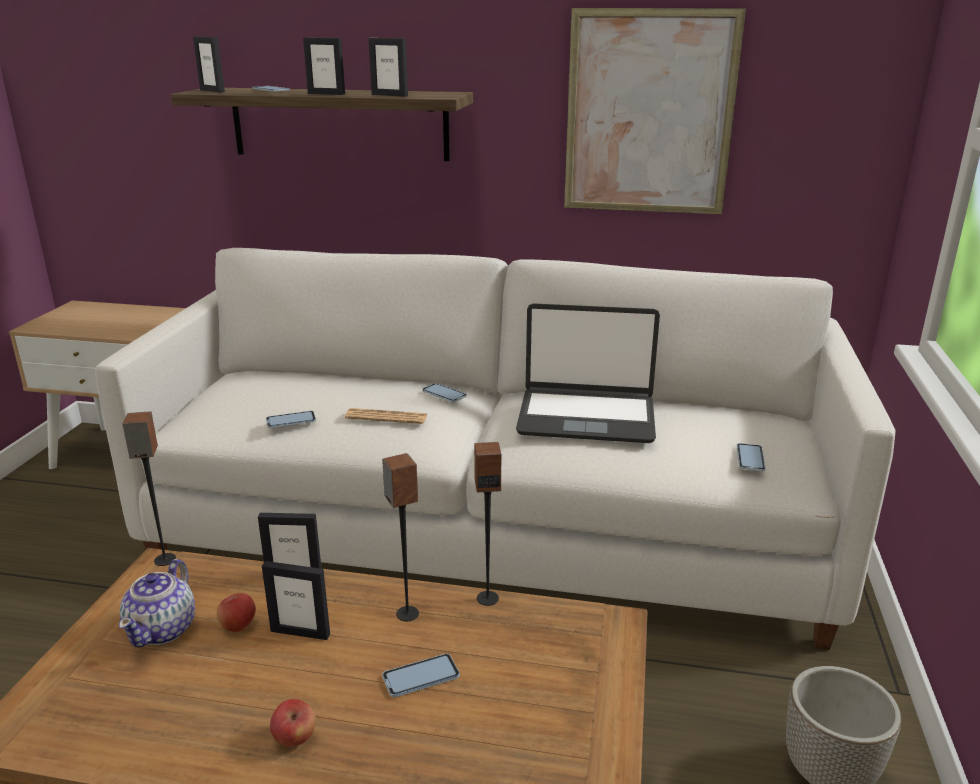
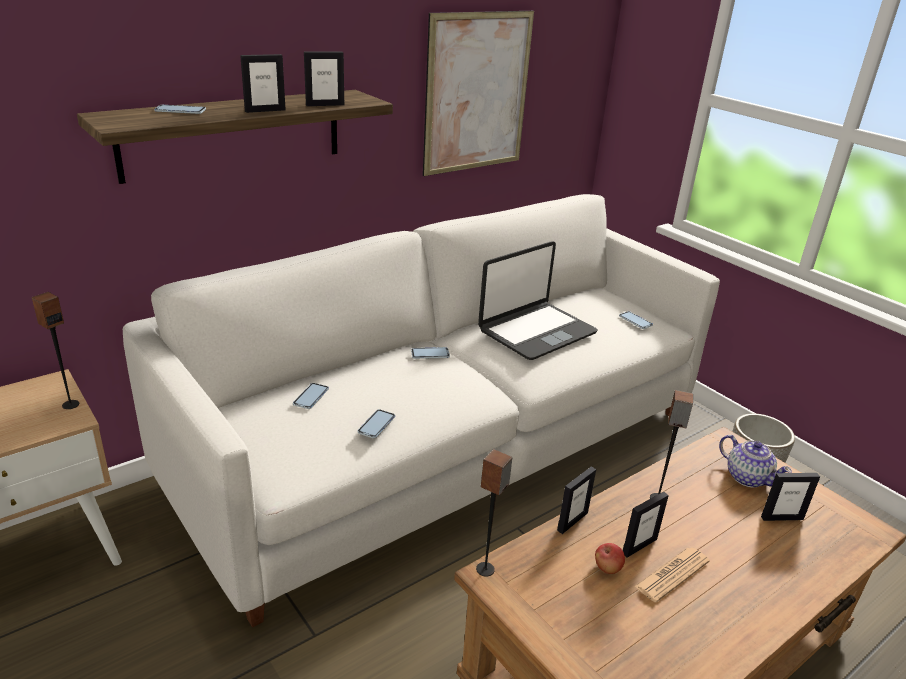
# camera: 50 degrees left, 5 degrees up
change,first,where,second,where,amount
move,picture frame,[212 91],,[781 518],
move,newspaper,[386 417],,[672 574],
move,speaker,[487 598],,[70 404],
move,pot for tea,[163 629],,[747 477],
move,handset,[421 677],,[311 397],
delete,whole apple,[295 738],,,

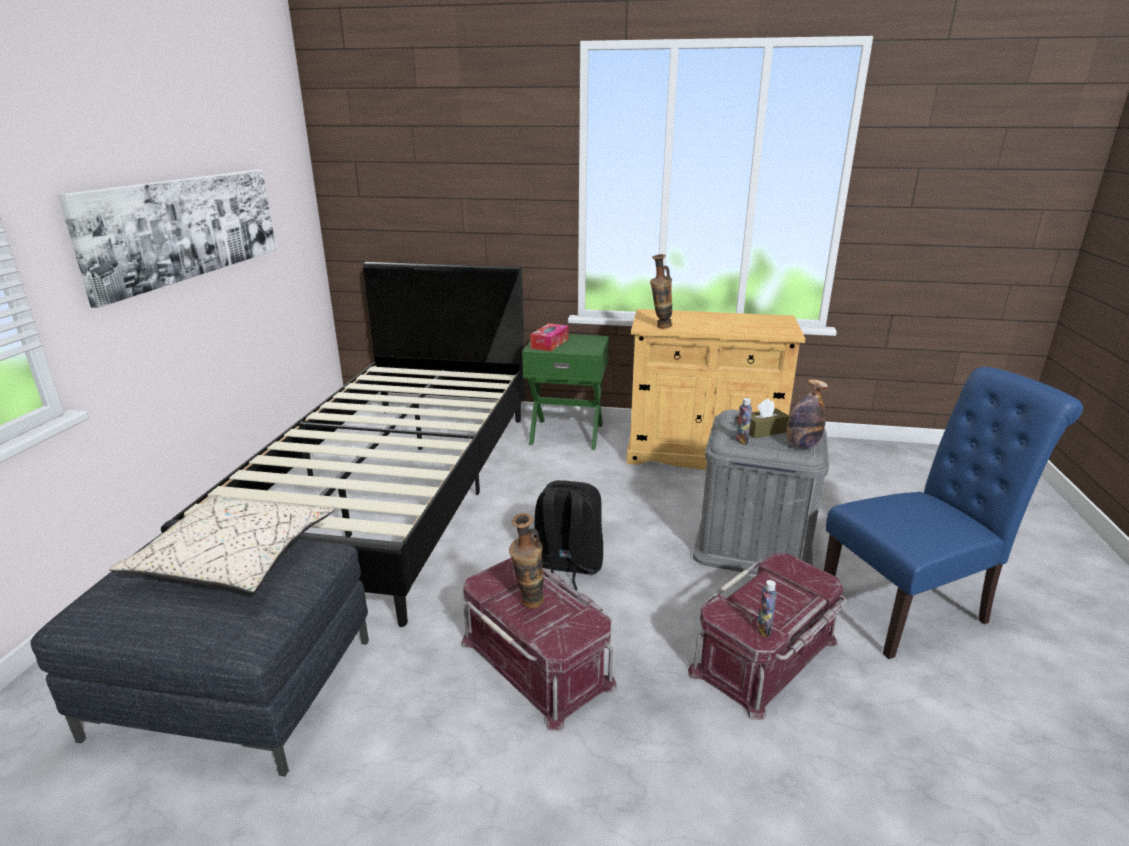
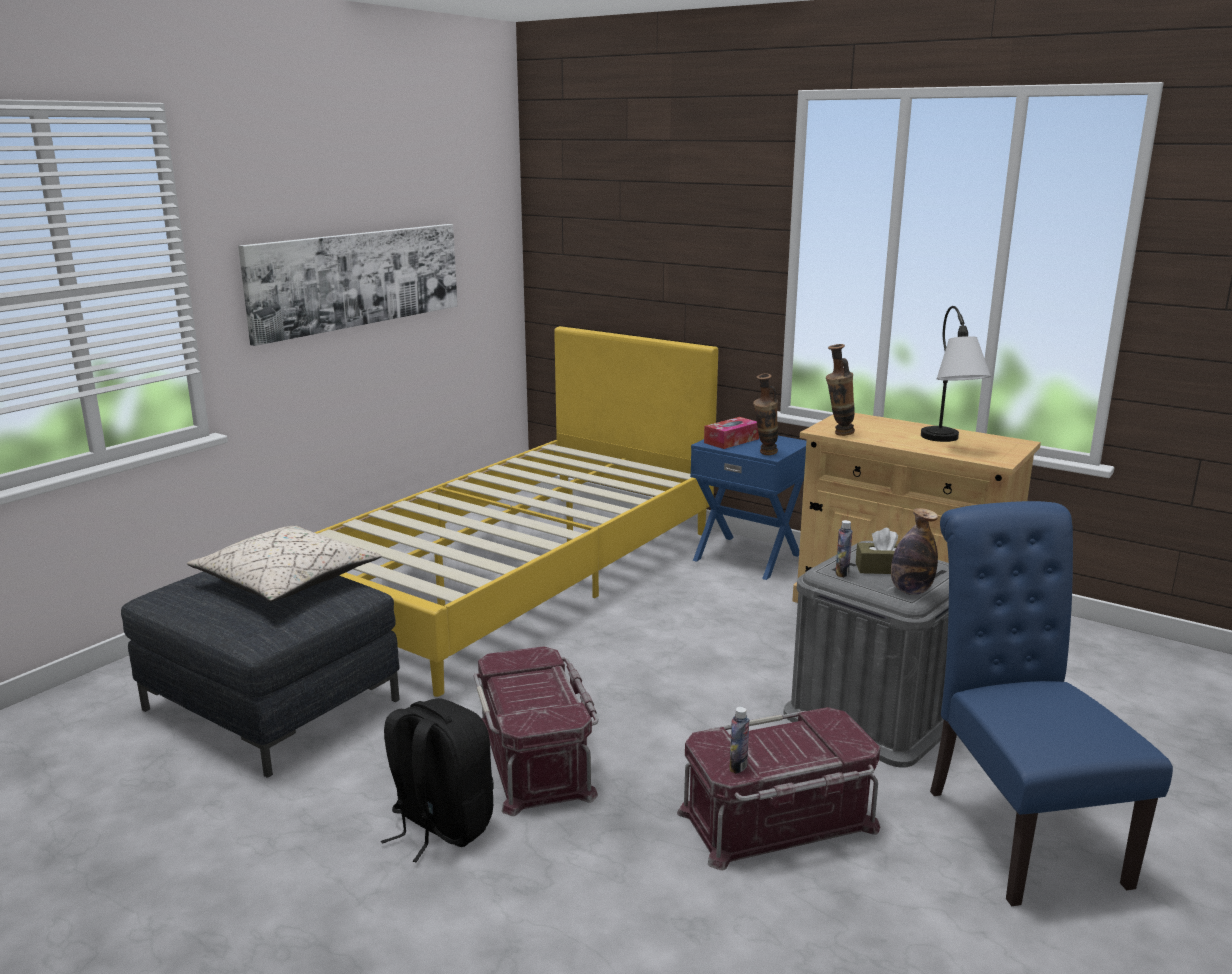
# camera: 25 degrees right, 5 degrees down
change,first,where,second,where,amount
recolor,sleeping bed in blackish,[393 488],sleeping bed in yellow-coloured,[516 576],
recolor,nightstand in greenish,[567 433],nightstand in blue,[748 556],
rotate,plain chair in blue,[912 608],,[1015 828],105 degrees counterclockwise
move,backpack in blackish,[567 566],,[440 826],
move,decorative vase,[529 606],,[764 454],
insert,,,lamp for a table,[948 443],

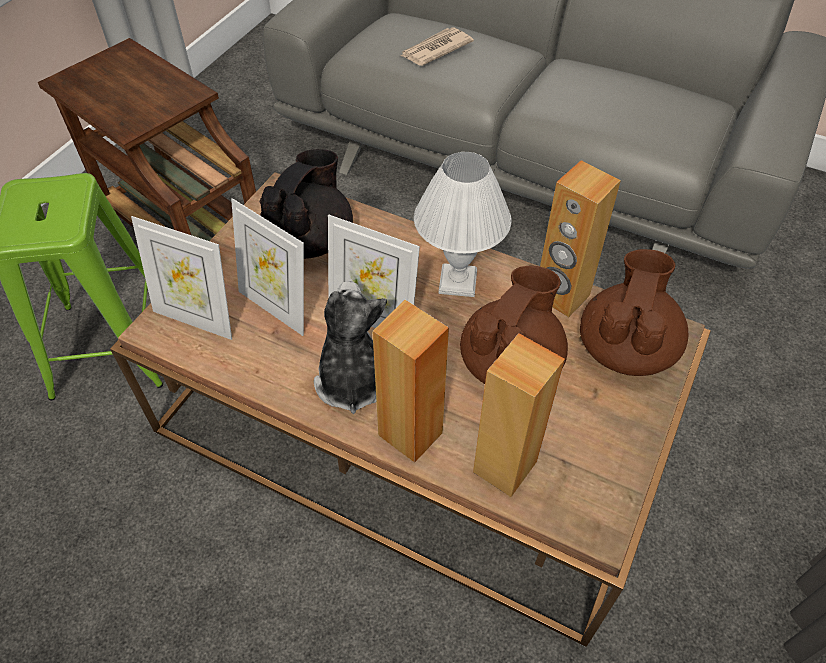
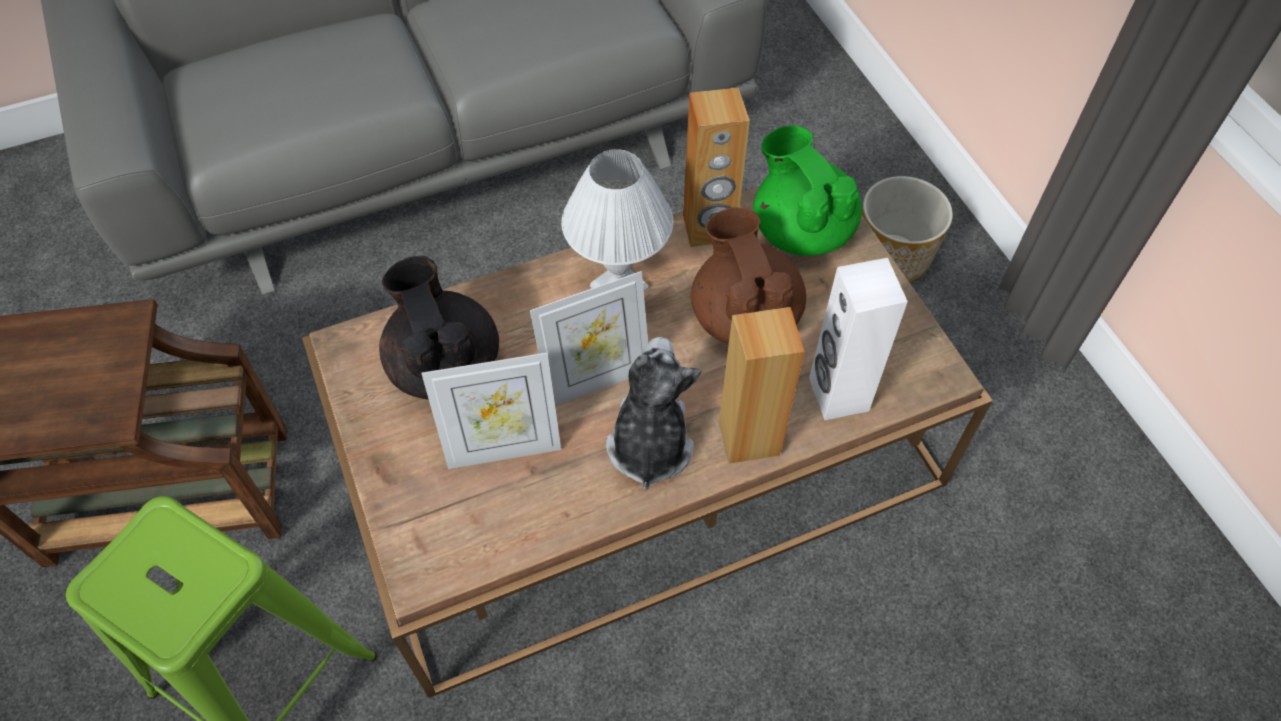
# camera: 50 degrees left, 5 degrees up
change,first,where,second,where,amount
delete,newspaper,[435 49],,,
delete,picture frame,[197 318],,,
recolor,pot for tea in brownish,[625 348],pot for tea in greenish,[801 229],
rotate,plush toy,[351 379],,[649 443],60 degrees clockwise
recolor,speaker in brownish,[504 466],speaker in white,[837 394],
insert,,,plant pot,[893 256],

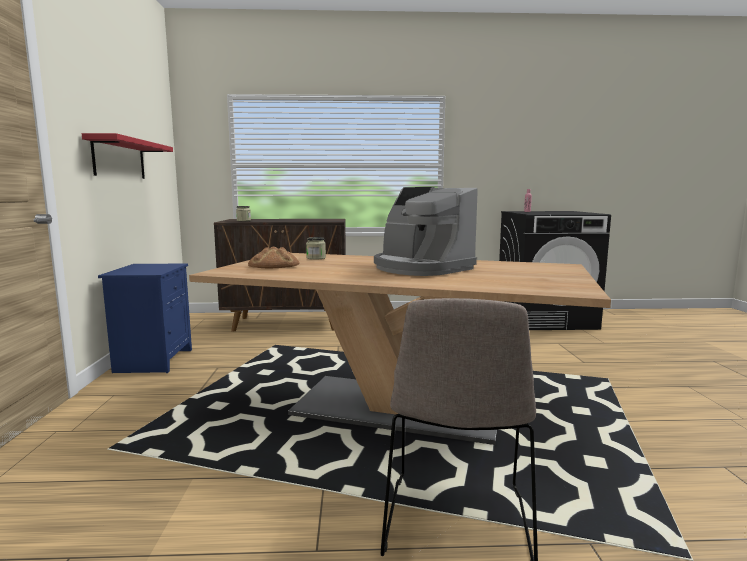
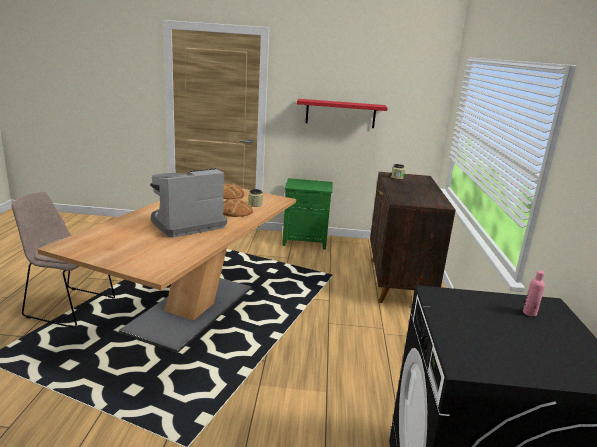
# camera: 95 degrees right, 10 degrees up
change,first,where,second,where,amount
recolor,nightstand in blue,[153 360],nightstand in greenish,[305 241],
insert,,,bakery bread,[235 211],

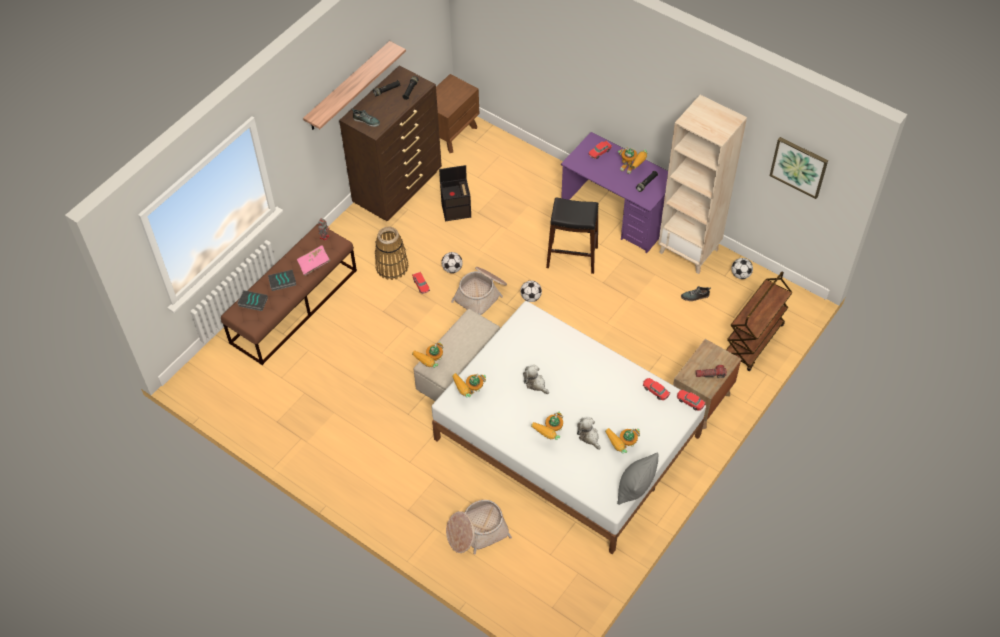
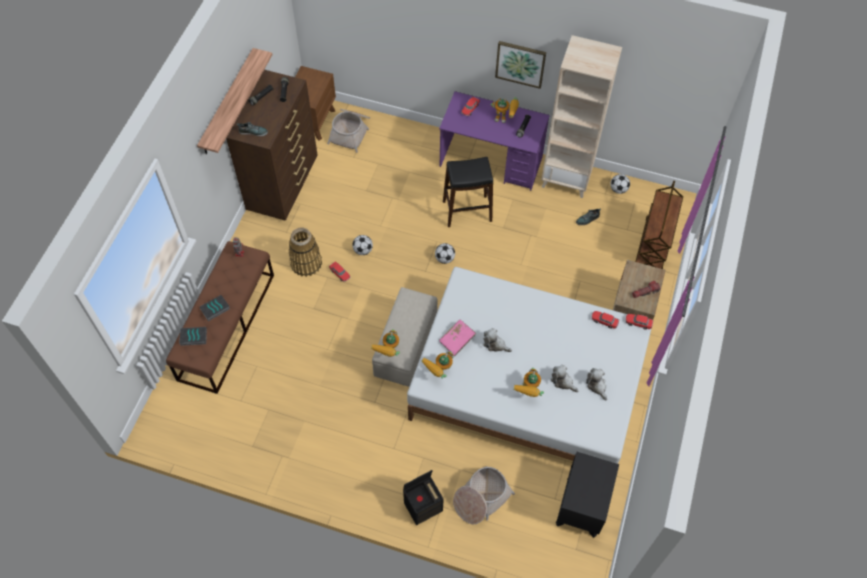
# camera: 20 degrees left, 5 degrees up
change,first,where,second,where,amount
move,wall picture,[799 166],,[520 63],
move,storage container in blackish,[457 210],,[423 506],
move,volume in pink,[314 264],,[457 340],
move,basket,[481 295],,[350 132],
replace,model robot,[621 450],plush toy,[597 386],
delete,throw pillow in greyish,[635 489],,,
insert,,,nightstand in blackish,[581 507],

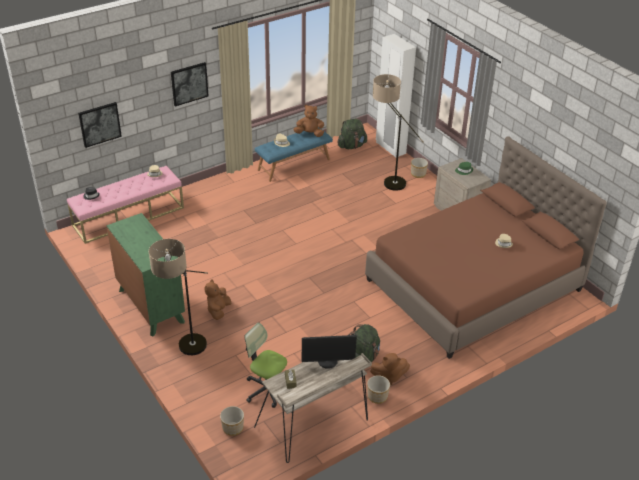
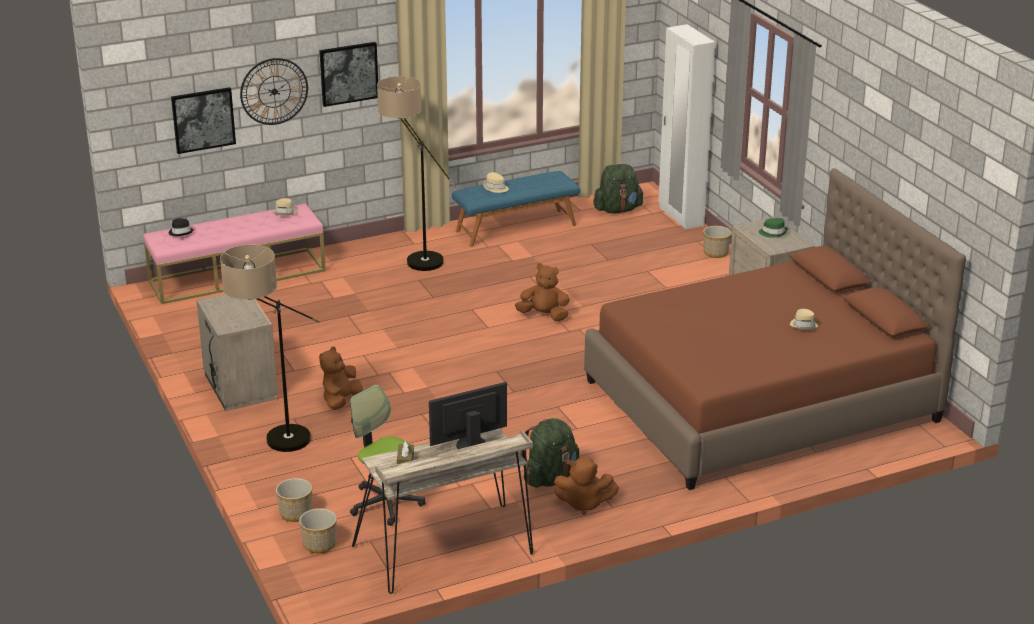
# camera: 10 degrees right, 10 degrees down
change,first,where,second,where,amount
move,standard lamp,[386 181],,[414 258],
move,plush toy in brownish,[309 134],,[544 315],
replace,dresser in greenish,[151 306],nightstand in beige-coloured,[239 387],
rotate,computer screen,[328 362],,[470 444],150 degrees clockwise
move,plant pot,[377 396],,[295 513],
insert,,,clock on the wall,[274 91],

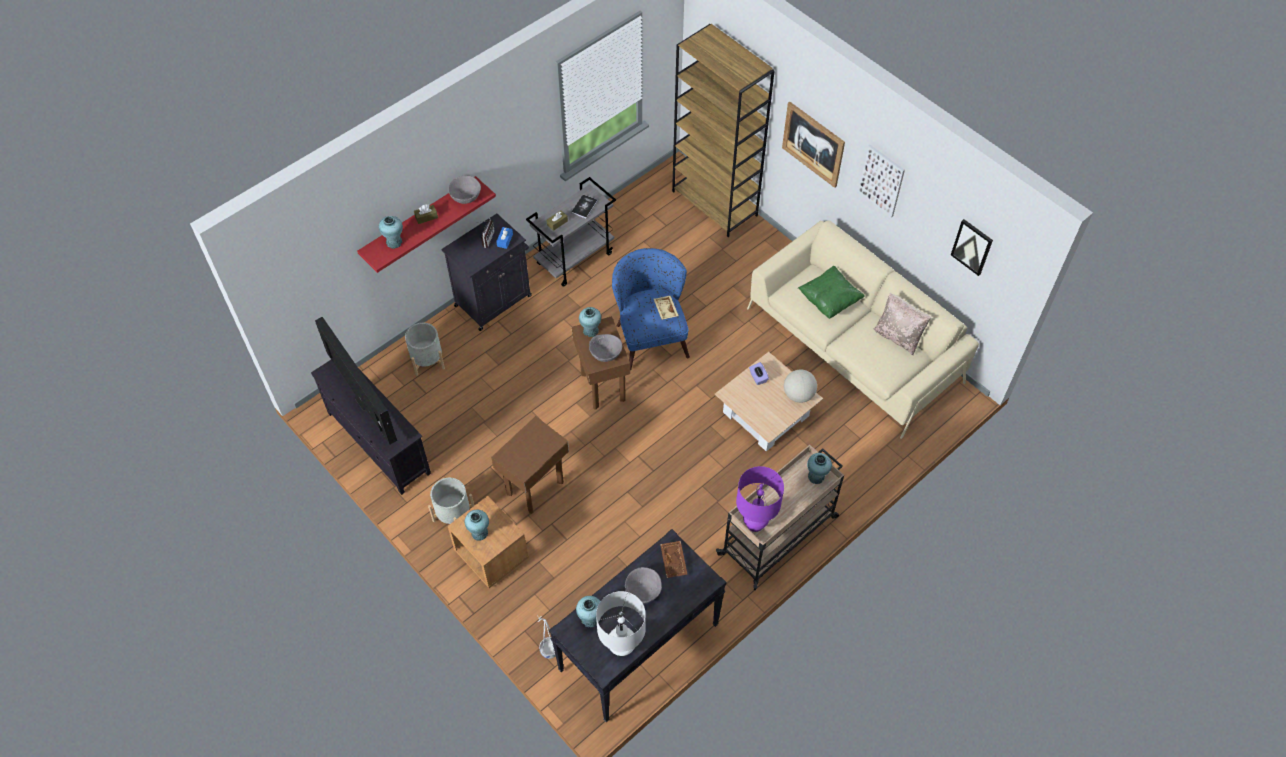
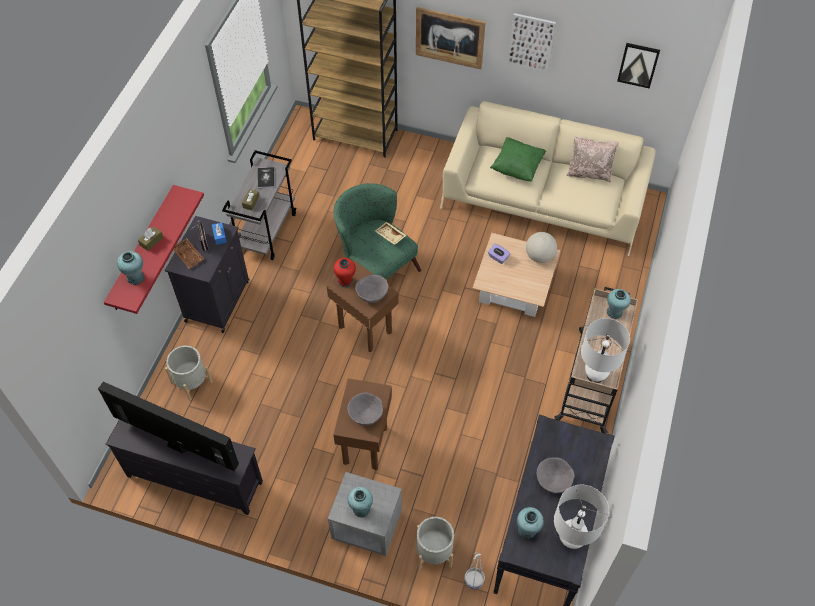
# camera: 30 degrees left, 0 degrees up
change,first,where,second,where,amount
move,bowl in greyish,[465 196],,[365 415],
recolor,lounge chair in blue,[650 334],lounge chair in greenish,[375 266],
recolor,decorative vase in turquoise,[591 331],decorative vase in reddish,[345 281],
recolor,lamp for a table in purple,[755 524],lamp for a table in white,[595 376],
move,plant pot in greyish,[454 515],,[434 552],
recolor,nightstand in brownish,[491 555],nightstand in greyish,[366 525],
move,carrying tray in brownish,[674 561],,[189 255],

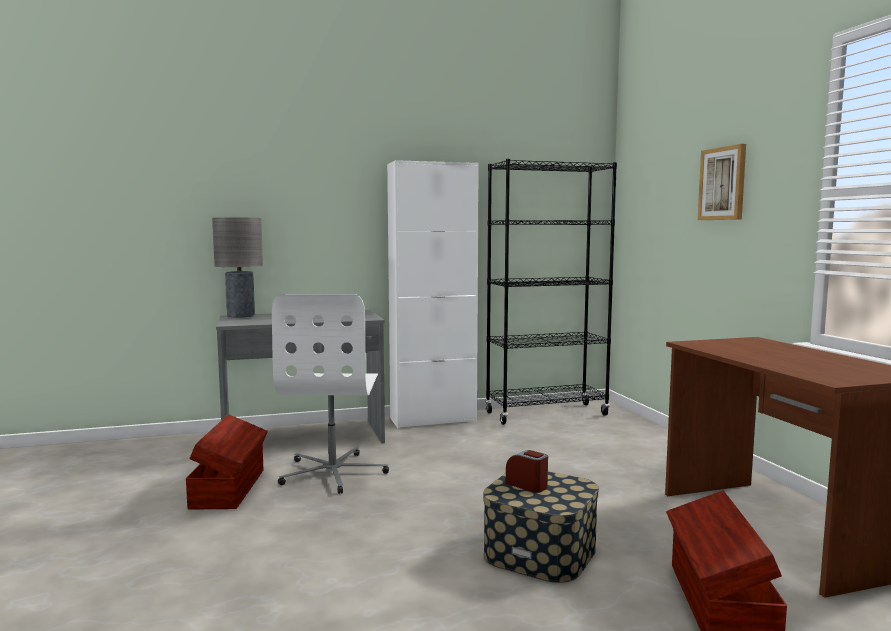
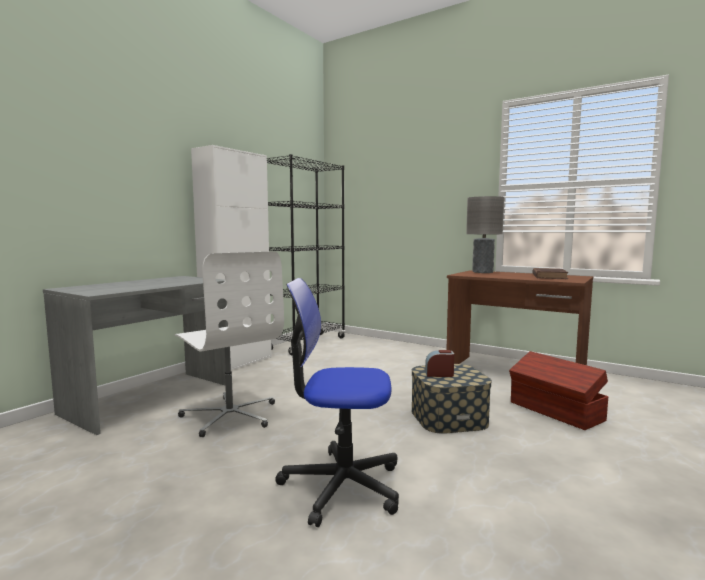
# camera: 40 degrees left, 0 degrees up
change,first,where,second,where,amount
delete,wall picture,[723 184],,,
move,lamp for a table in greyish,[241 316],,[482 272],
delete,storage container in brownish,[230 488],,,
insert,,,volume in brownish,[549 276],
insert,,,desk chair,[341 485],

